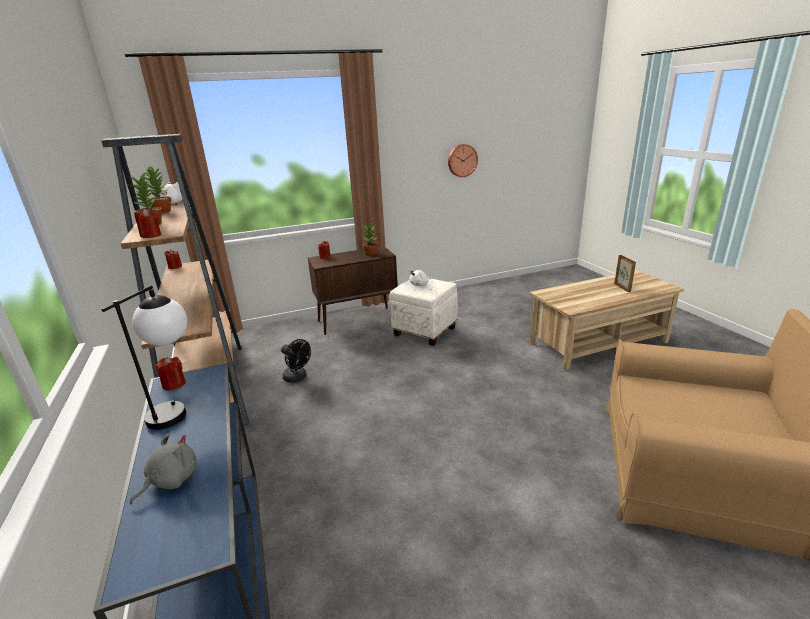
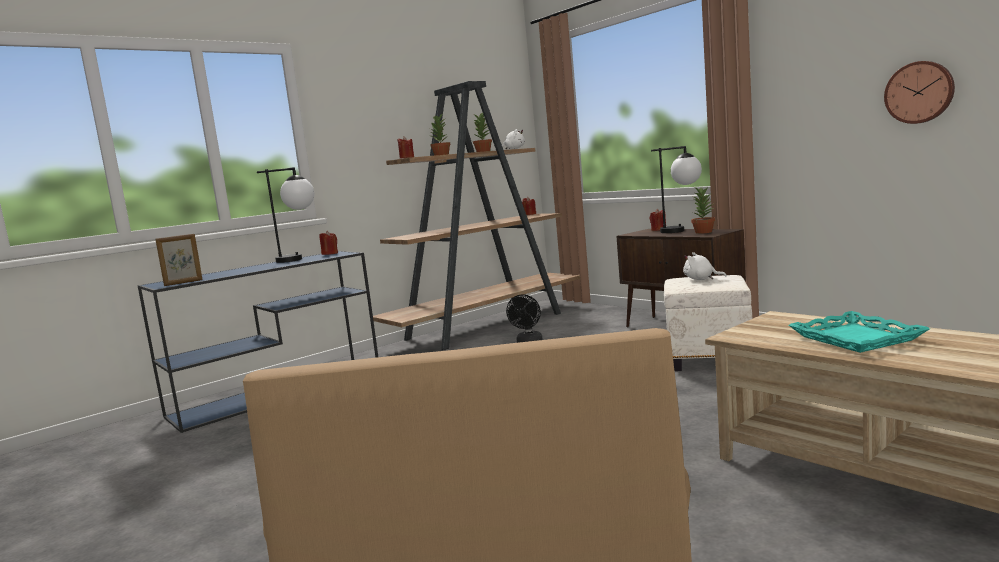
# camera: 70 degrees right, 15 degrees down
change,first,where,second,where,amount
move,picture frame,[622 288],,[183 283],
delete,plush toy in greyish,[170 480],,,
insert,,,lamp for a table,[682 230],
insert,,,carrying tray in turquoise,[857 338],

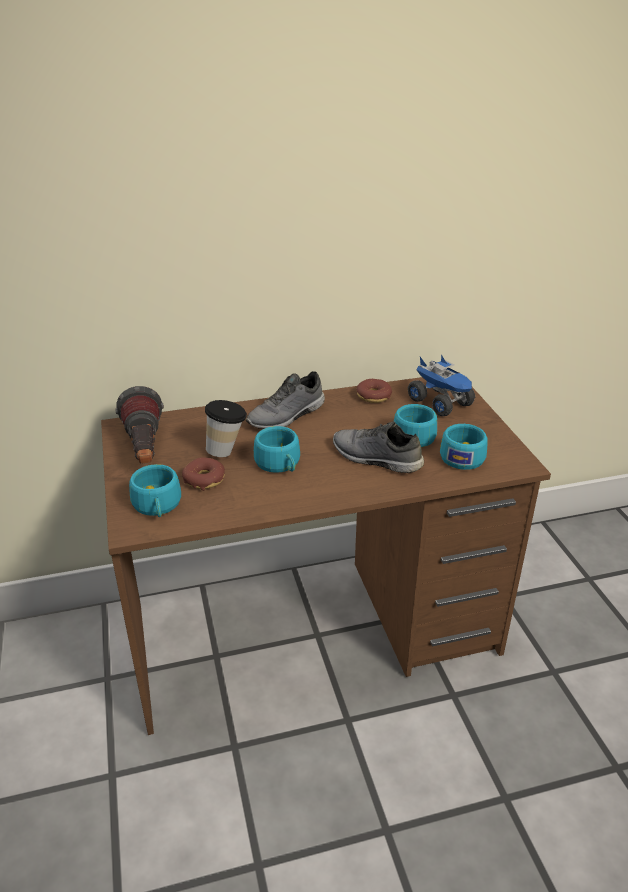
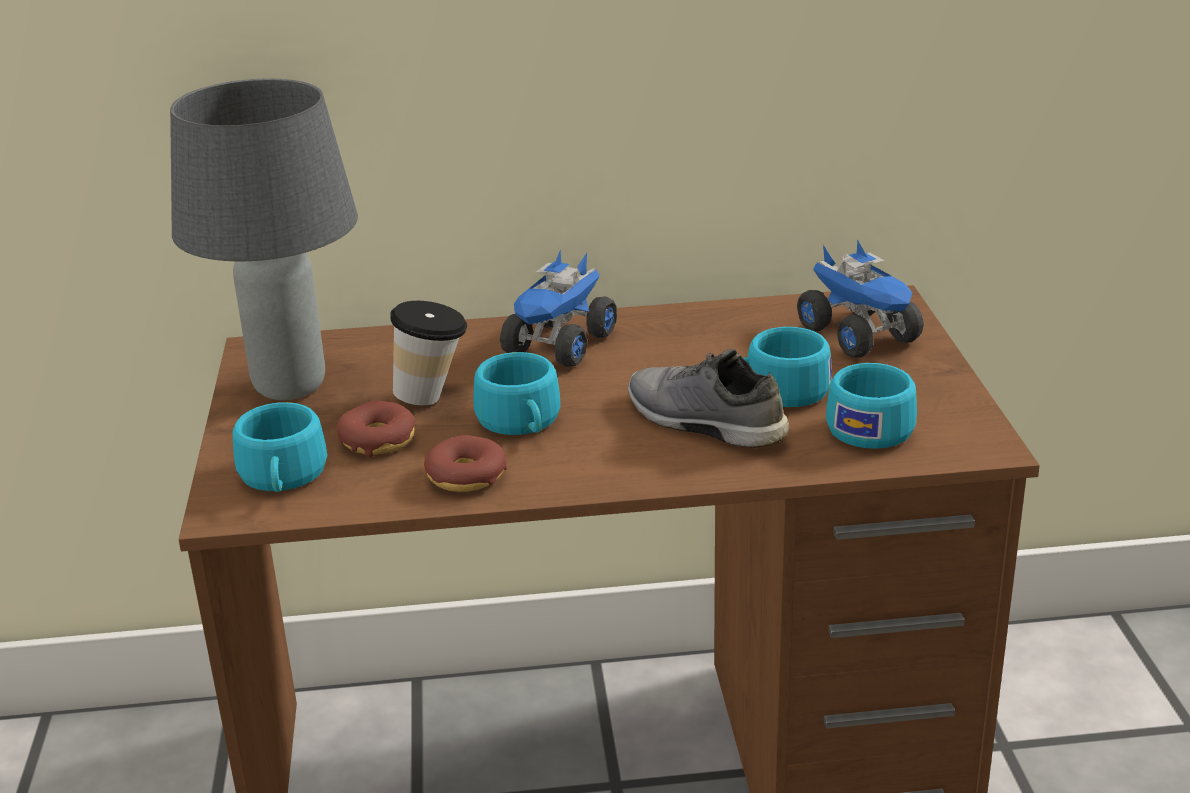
# camera: 10 degrees right, 5 degrees down
change,first,where,second,where,amount
replace,shoe in greyish,[287 416],toy lorry,[560 346],
move,donut,[373 396],,[466 476],
replace,hand torch,[145 450],lamp for a table in greyish,[288 388],

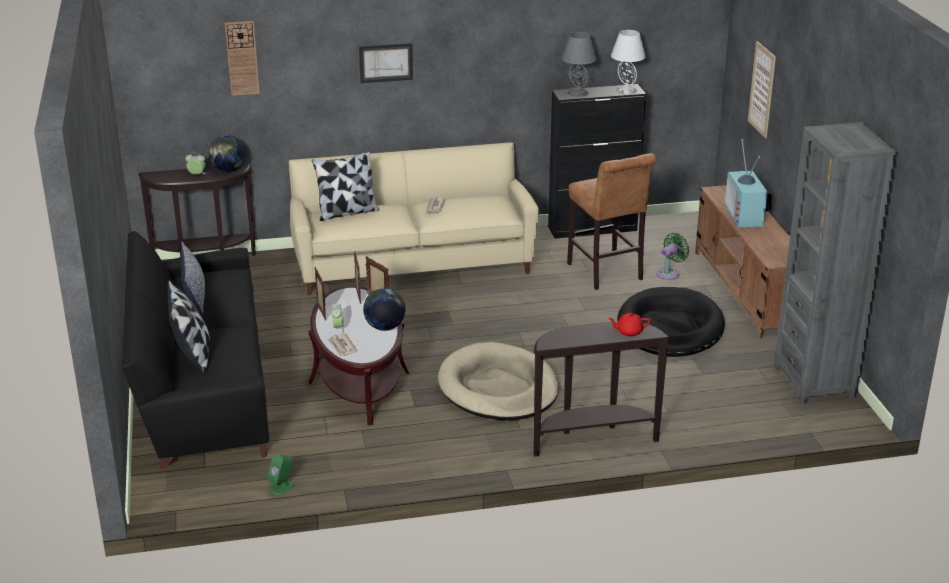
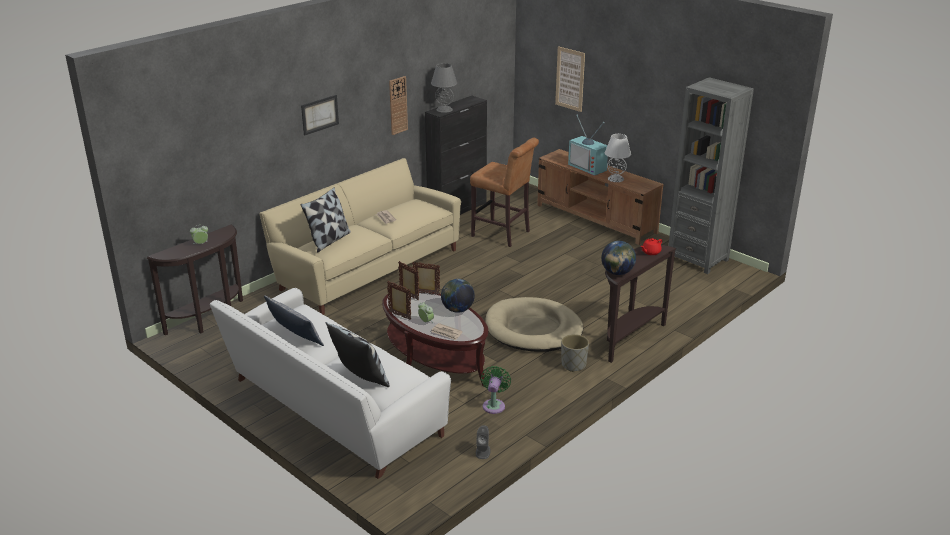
# camera: 35 degrees left, 0 degrees up
change,first,where,second,where,amount
move,clock on the wall,[242 58],,[398 105],
move,lamp for a table in white,[625 90],,[615 179],
move,globe,[228 170],,[617 273],
recolor,couch in blackish,[201 388],couch in white,[331 410],
move,electric fan in greenish,[669 273],,[494 405],
delete,pet bed in blackish,[670 328],,,
recolor,speaker in greenish,[282 487],speaker in greyish,[483 451],
insert,,,plant pot in greyish,[573 365],

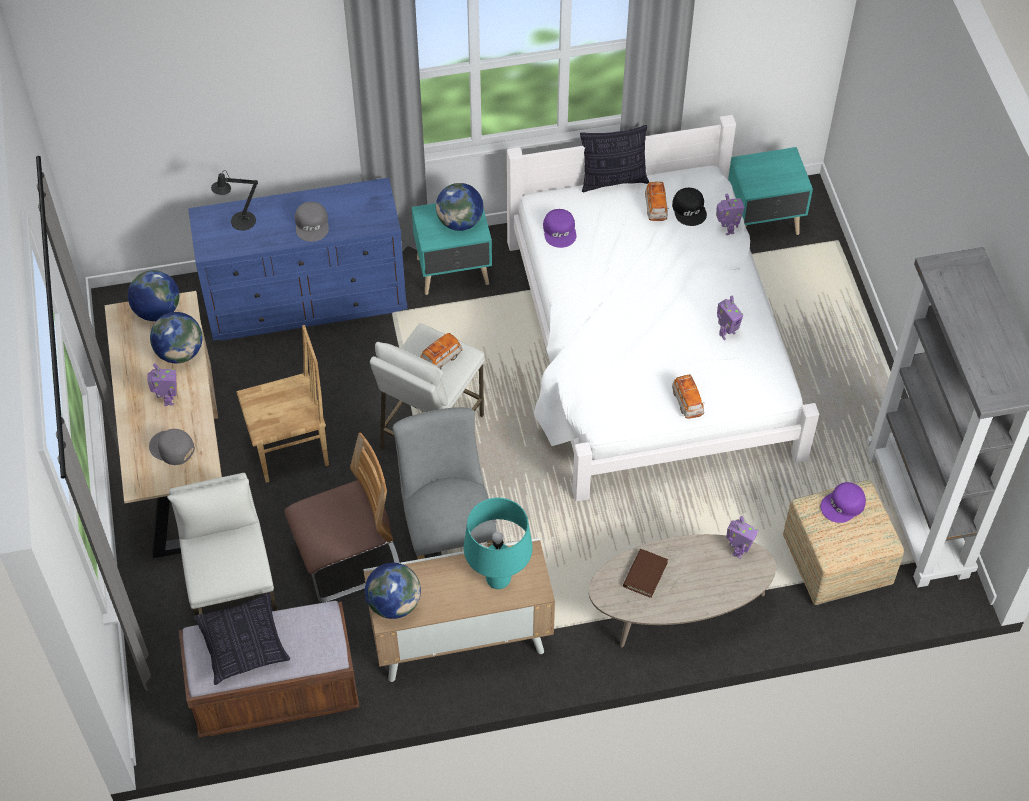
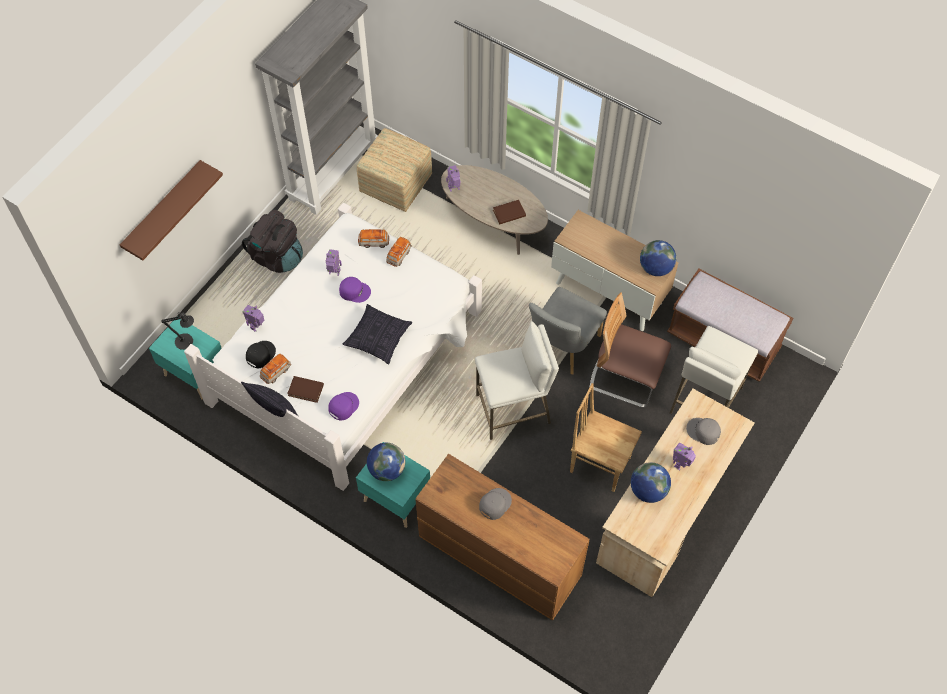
# camera: 135 degrees left, 5 degrees up
change,first,where,second,where,amount
move,lamp for a table in blackish,[239 222],,[186 342],
recolor,dresser in blue,[308 301],dresser in brownish,[498 556],
delete,globe,[157 311],,,
move,model car,[441 359],,[373 242],
rotate,cap in greyish,[171 448],,[703 432],135 degrees clockwise
move,cap in purple,[843 505],,[354 291],
delete,lamp for a table in turquoise,[498 579],,,
move,throw pillow,[243 645],,[378 338],
insert,,,wall shelf in brownish,[163 210],
insert,,,backpack in blackish,[277 257],
insert,,,volume in brownish,[306 390],

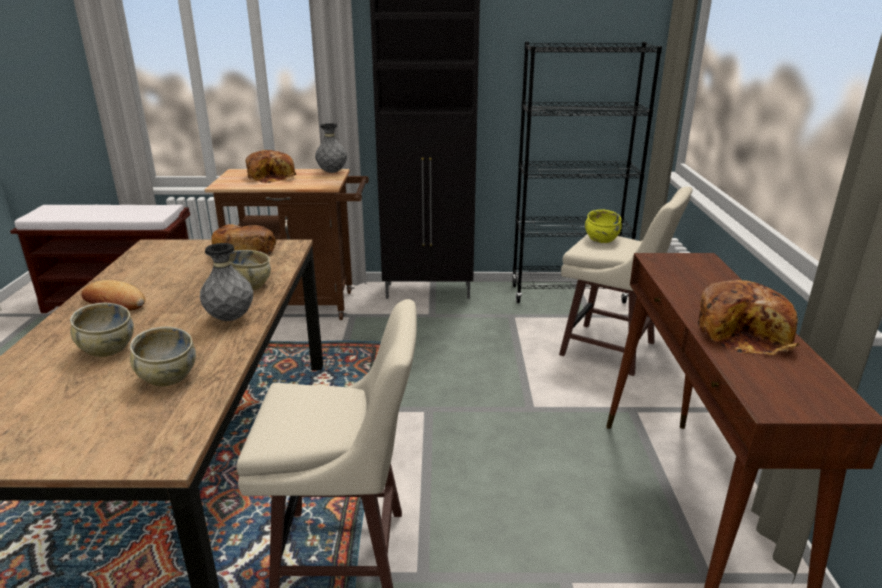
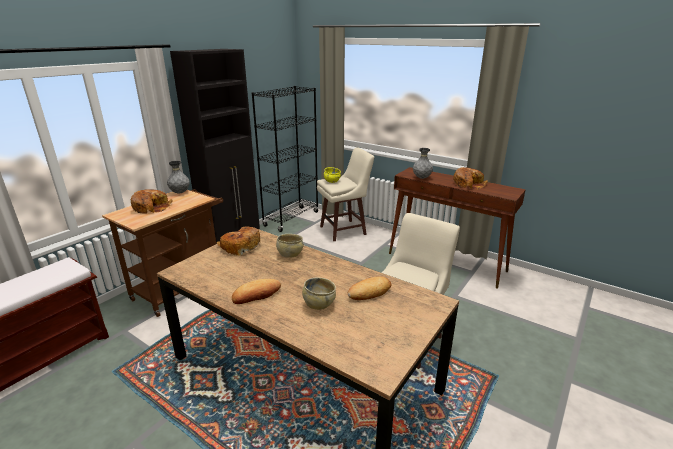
# camera: 55 degrees left, 0 degrees up
change,first,where,second,where,amount
move,decorative vase in greyish,[230 318],,[421 178],
replace,bowl in beige-coloured,[167 377],bakery bread,[369 291],

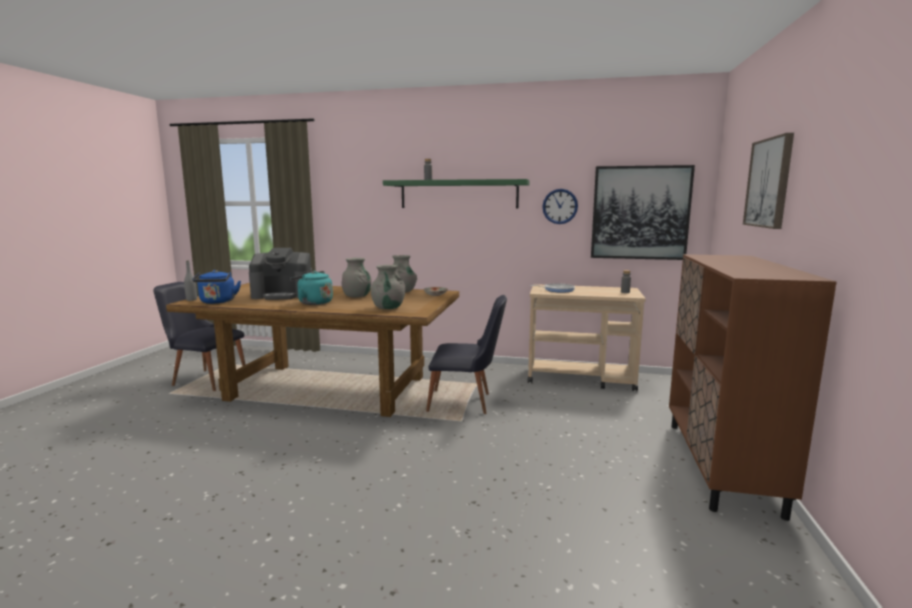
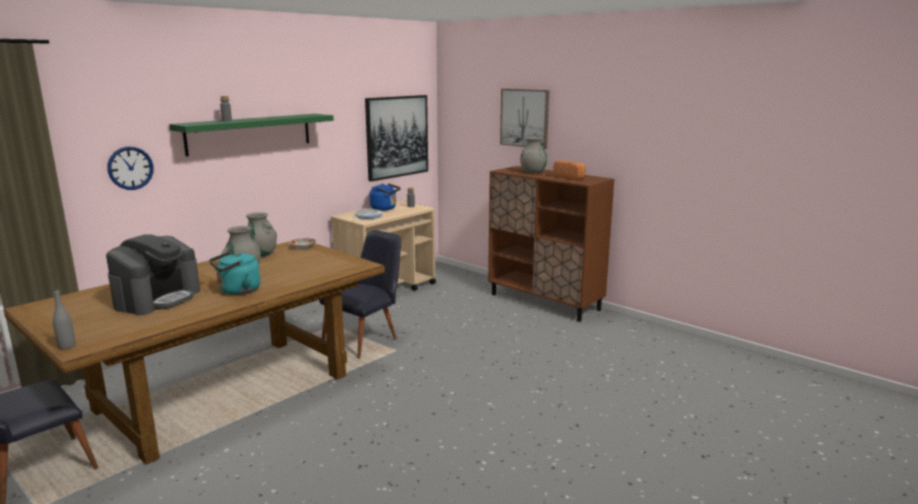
# camera: 60 degrees left, 5 degrees up
change,first,where,second,where,amount
move,clock on the wall,[560 206],,[130 168],
move,decorative vase in greyish,[388 308],,[533 172],
move,water kettle in blue,[217 302],,[385 209],
insert,,,bakery bread,[570 177],

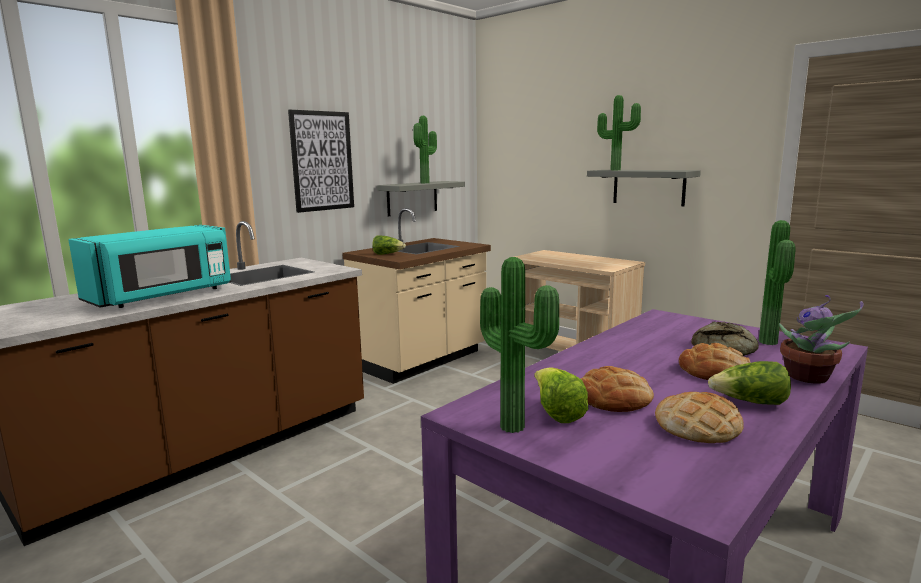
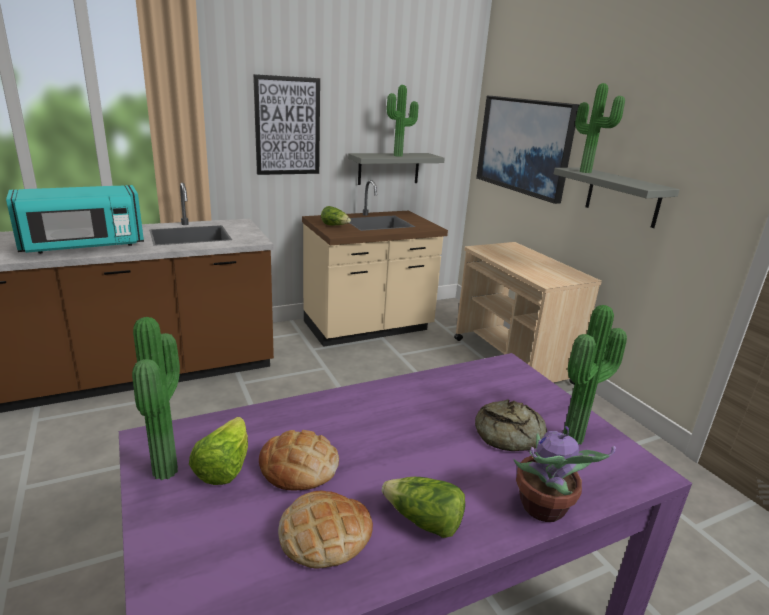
# camera: 20 degrees right, 10 degrees up
change,first,where,second,where,amount
delete,bakery bread,[714 371],,,
insert,,,wall picture,[524 146],

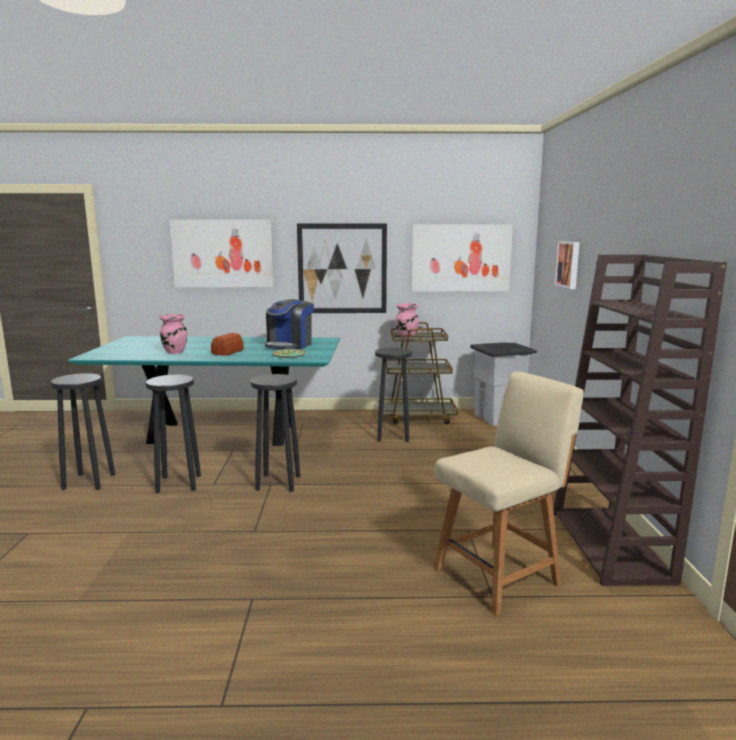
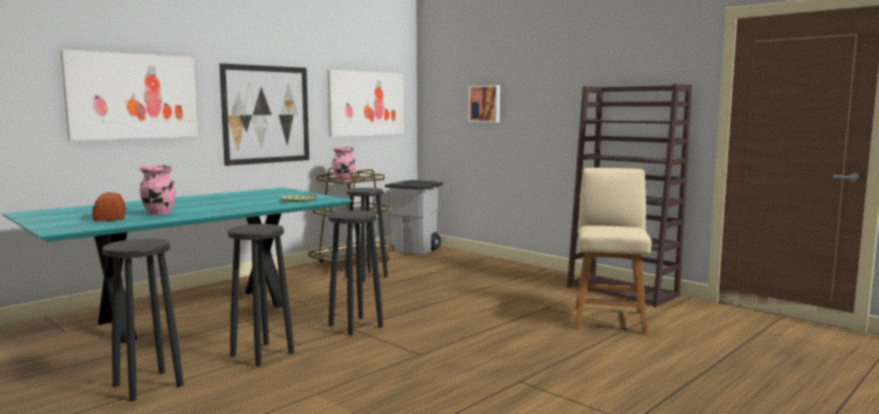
# camera: 45 degrees left, 5 degrees down
change,first,where,second,where,amount
delete,coffee maker,[289 345],,,
move,bakery bread,[228 352],,[111 217],

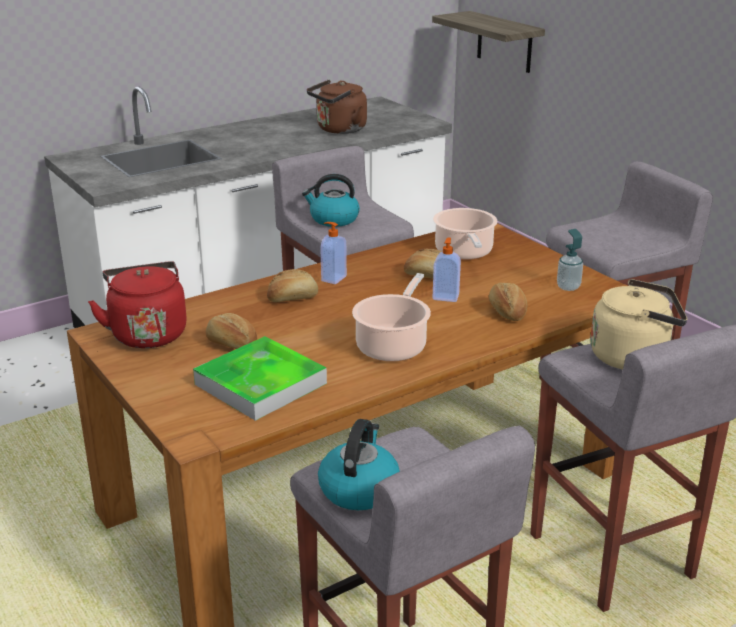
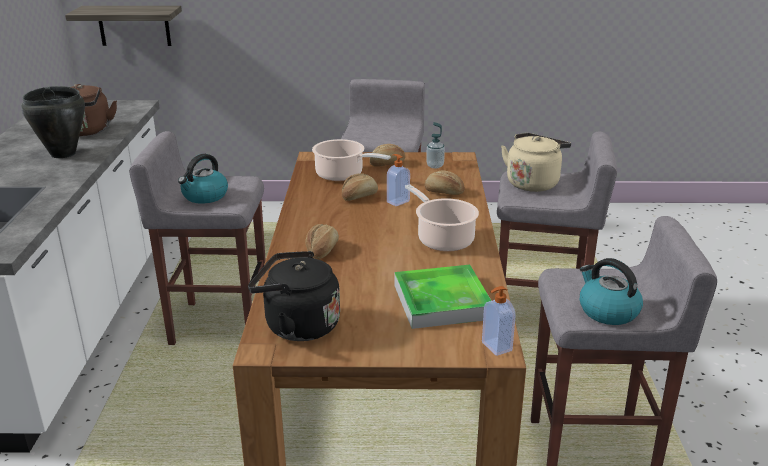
# camera: 55 degrees left, 0 degrees up
change,first,where,second,where,amount
move,soap dispenser,[333 278],,[495 347],
recolor,water kettle in reddish,[147 333],water kettle in blackish,[297 326],
move,bakery bread,[231 344],,[388 164],
insert,,,stockpot in blackish,[63 154],

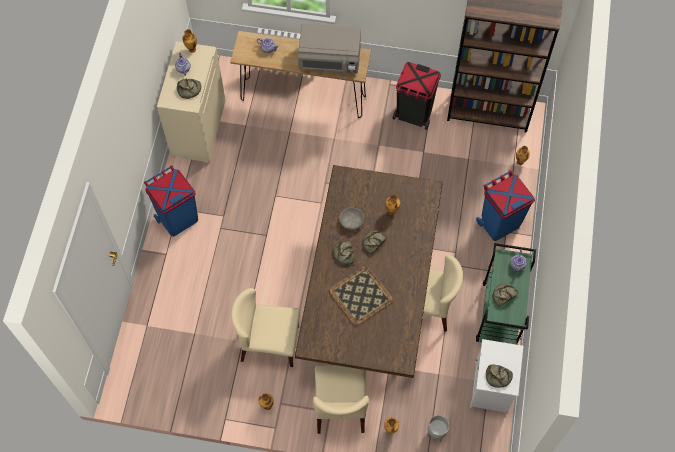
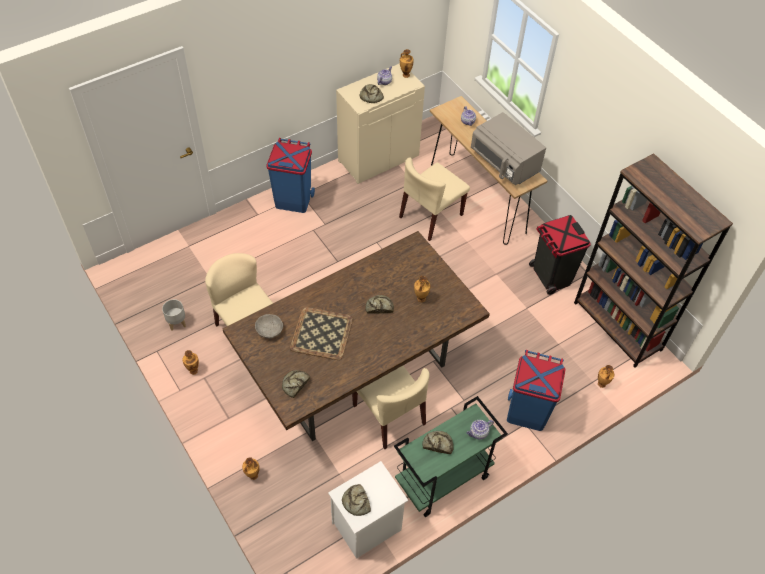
# camera: 45 degrees right, 10 degrees down
change,first,where,second,where,amount
move,bowl in greyish,[351 221],,[269 330],
move,bakery bread,[344 254],,[295 384],
move,plain chair in beige-coloured,[340 407],,[431 216],
move,plant pot in greyish,[436 432],,[177 322],

